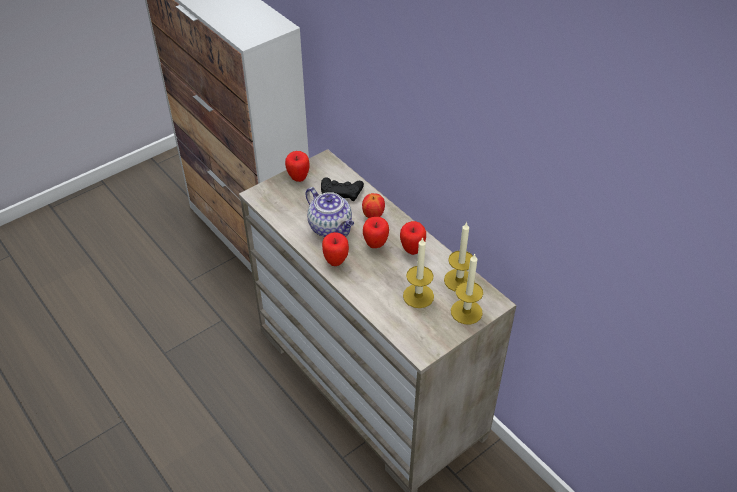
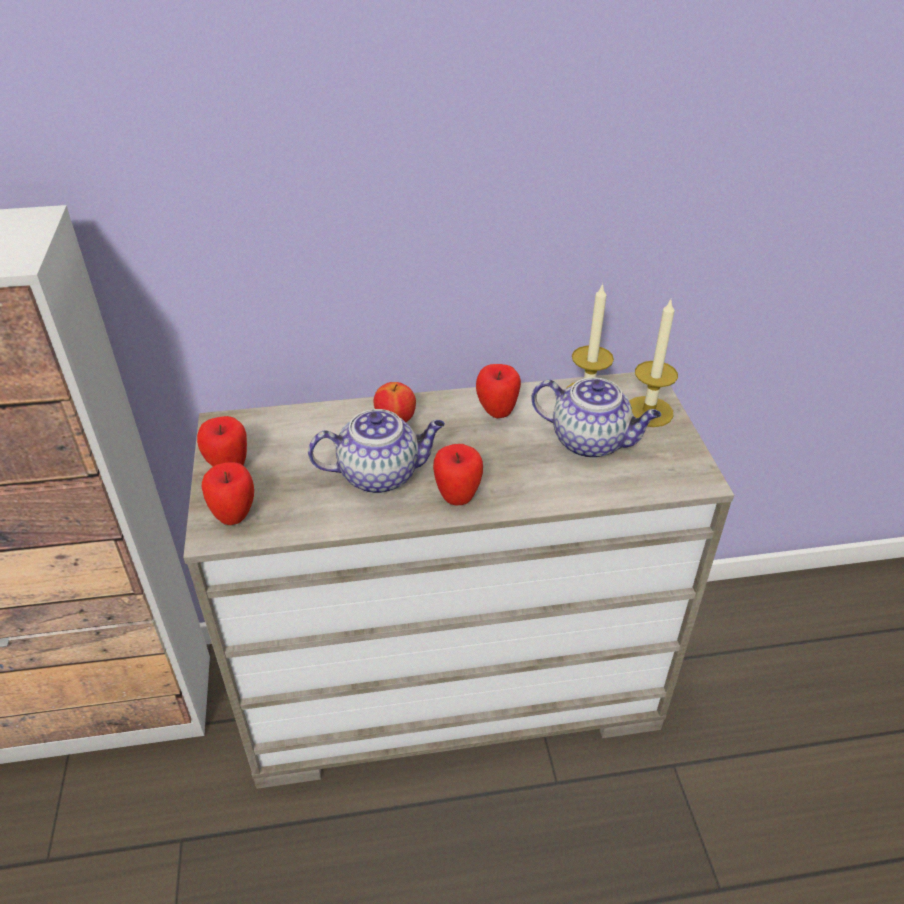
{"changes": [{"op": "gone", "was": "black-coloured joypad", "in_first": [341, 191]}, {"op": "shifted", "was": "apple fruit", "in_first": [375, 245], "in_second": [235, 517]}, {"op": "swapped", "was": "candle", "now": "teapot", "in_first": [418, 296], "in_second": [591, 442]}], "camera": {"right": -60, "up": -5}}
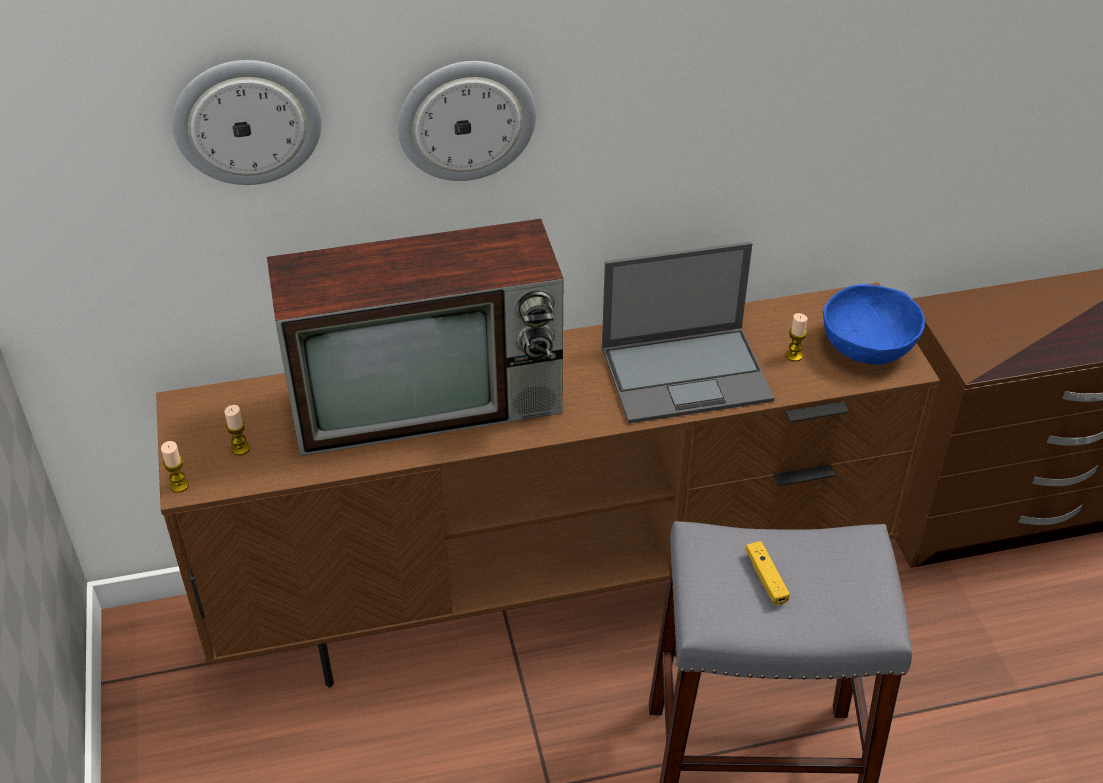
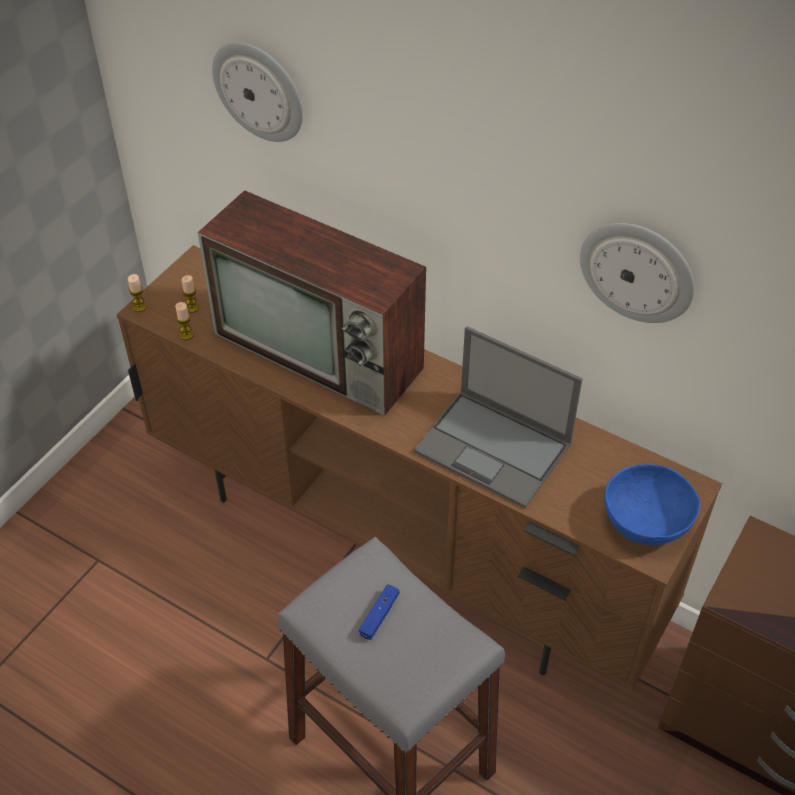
{"changes": [{"op": "shifted", "was": "wall clock", "in_first": [466, 119], "in_second": [637, 271]}, {"op": "shifted", "was": "candle", "in_first": [794, 355], "in_second": [186, 335]}, {"op": "repainted", "was": "yellow joypad", "now": "blue joypad", "in_first": [766, 578], "in_second": [379, 615]}], "camera": {"right": 45, "up": 5}}
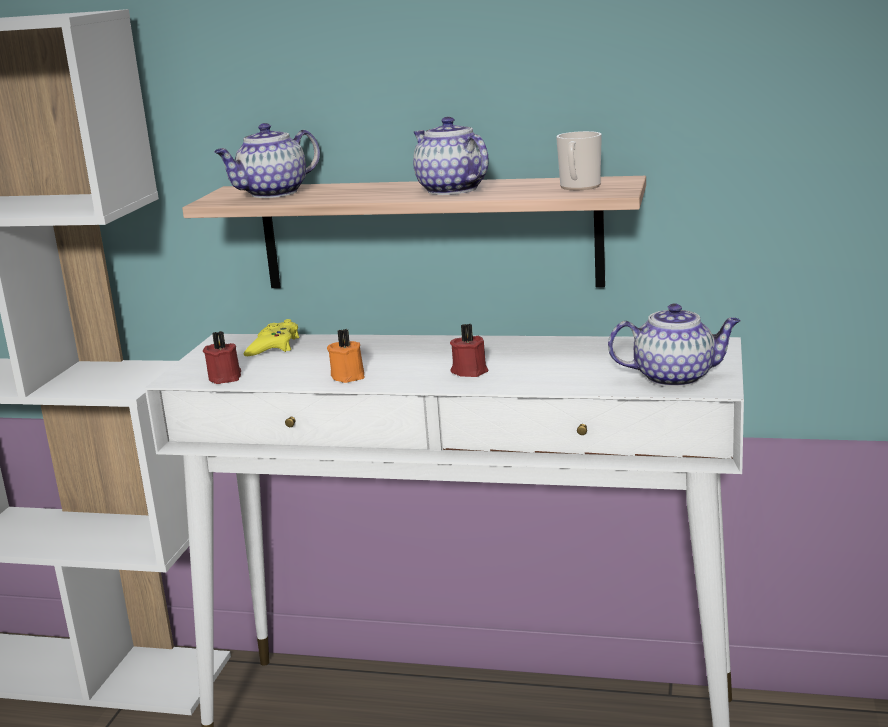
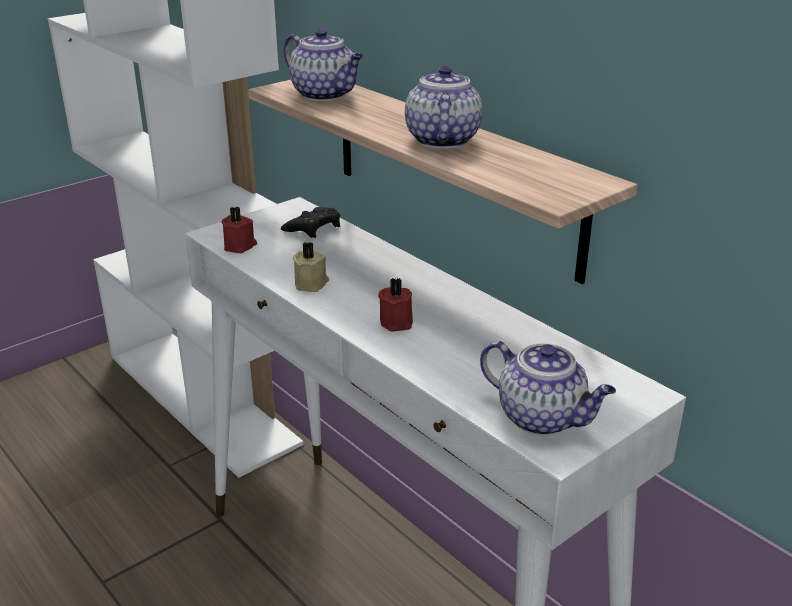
{"changes": [{"op": "gone", "was": "tea mug", "in_first": [578, 187]}, {"op": "repainted", "was": "yellow joypad", "now": "black-coloured joypad", "in_first": [273, 346], "in_second": [313, 228]}, {"op": "repainted", "was": "orange candle", "now": "sand-coloured candle", "in_first": [349, 375], "in_second": [312, 284]}, {"op": "rotated", "was": "teapot", "in_first": [272, 193], "in_second": [325, 94], "clockwise": -135}], "camera": {"right": 35, "up": 10}}
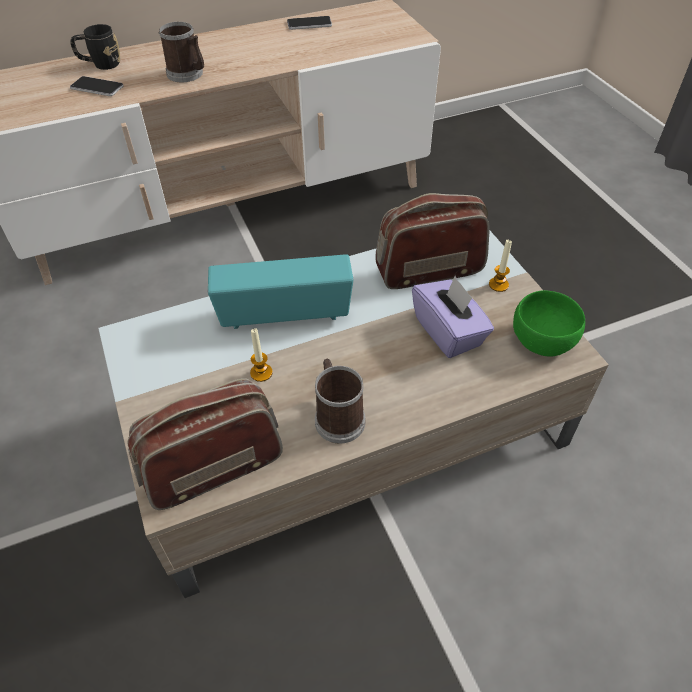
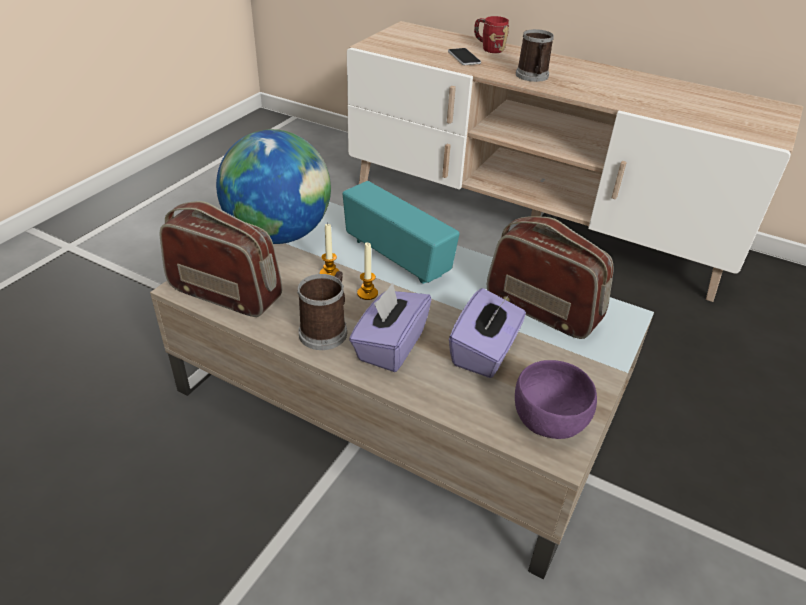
{"changes": [{"op": "gone", "was": "telephone", "in_first": [309, 24]}, {"op": "new", "now": "desk globe", "in_second": [279, 234]}, {"op": "new", "now": "purple box of tissues", "in_second": [390, 346]}, {"op": "shifted", "was": "candle", "in_first": [498, 285], "in_second": [367, 293]}, {"op": "repainted", "was": "black-coloured tea mug", "now": "red tea mug", "in_first": [101, 65], "in_second": [488, 48]}, {"op": "repainted", "was": "greenish serving bowl", "now": "purple serving bowl", "in_first": [543, 341], "in_second": [549, 420]}], "camera": {"right": 50, "up": -10}}
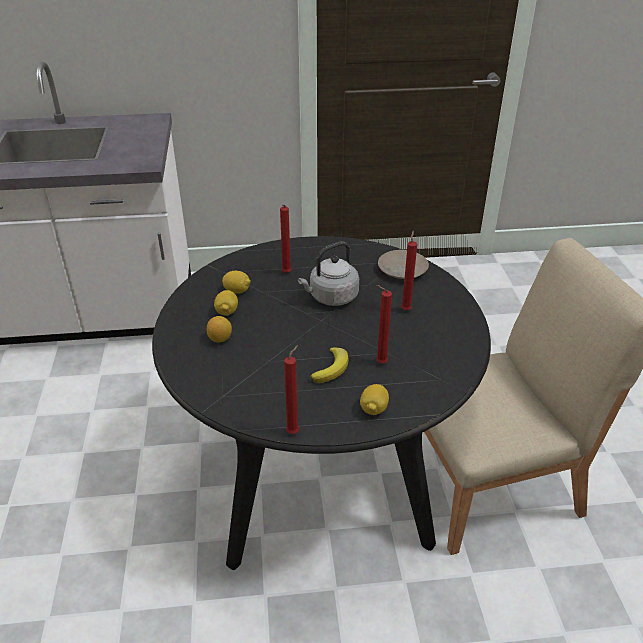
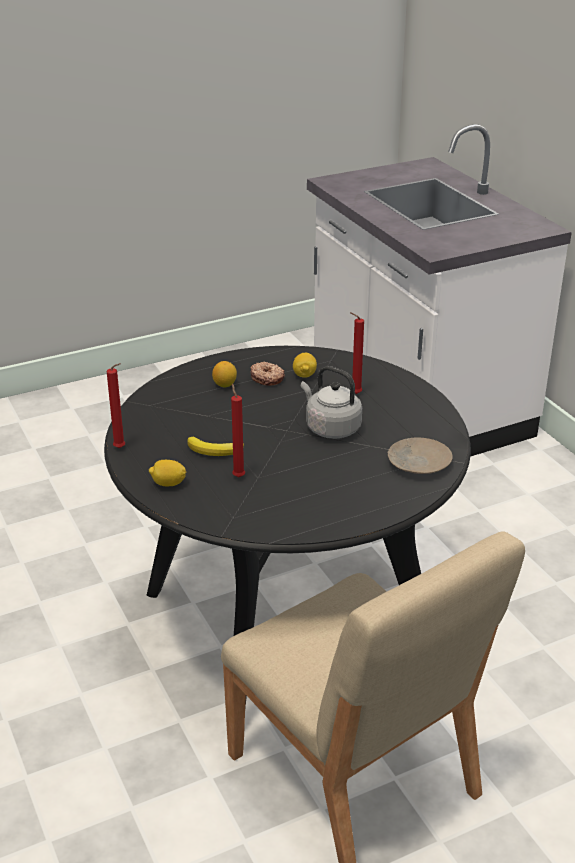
{"changes": [{"op": "gone", "was": "red candle", "in_first": [406, 309]}, {"op": "swapped", "was": "citrus fruit", "now": "ring doughnut", "in_first": [227, 312], "in_second": [267, 378]}], "camera": {"right": 70, "up": -5}}
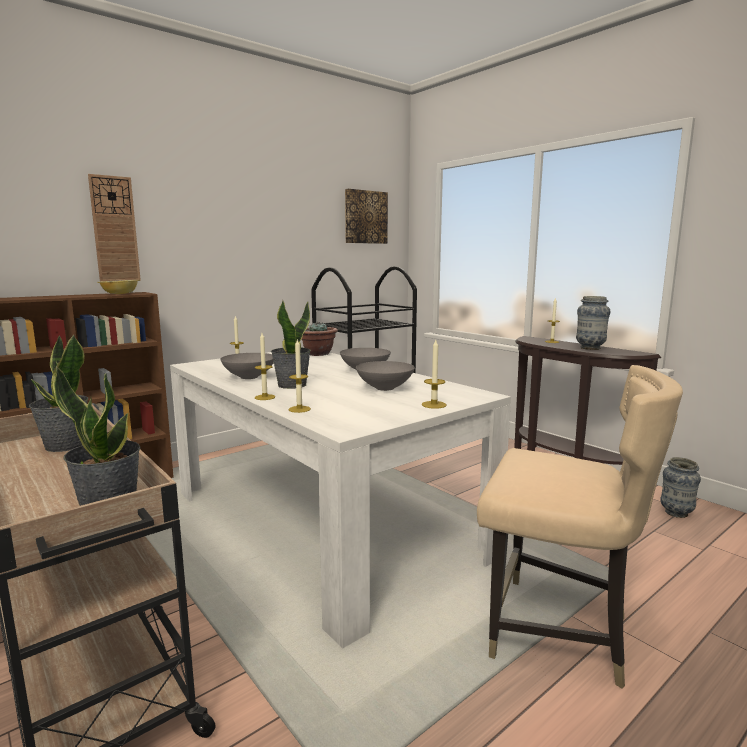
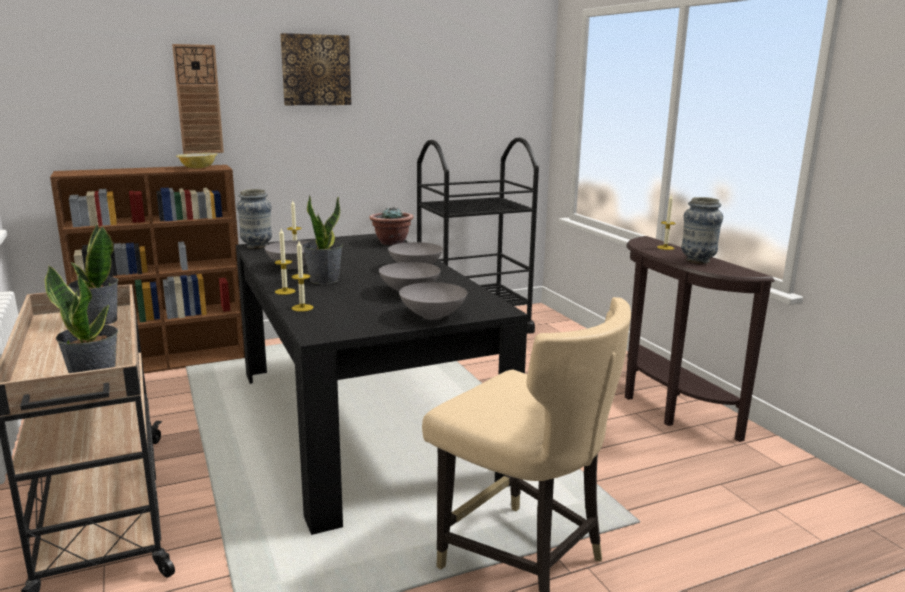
{"changes": [{"op": "shifted", "was": "wall picture", "in_first": [365, 217], "in_second": [316, 70]}, {"op": "shifted", "was": "decorative vase", "in_first": [676, 513], "in_second": [256, 246]}, {"op": "swapped", "was": "candle", "now": "grey serving bowl", "in_first": [434, 405], "in_second": [434, 316]}, {"op": "repainted", "was": "white-coloured dinner table", "now": "black-coloured dinner table", "in_first": [322, 523], "in_second": [363, 422]}], "camera": {"right": 15, "up": 5}}
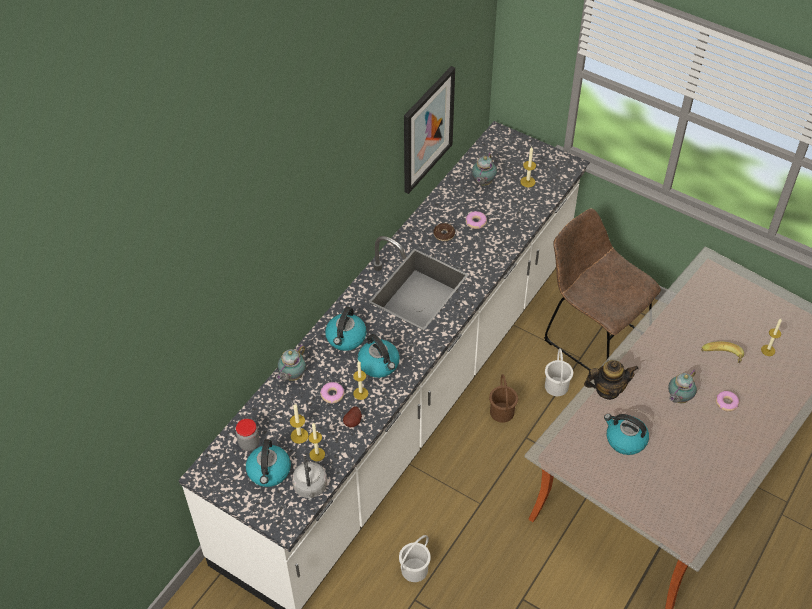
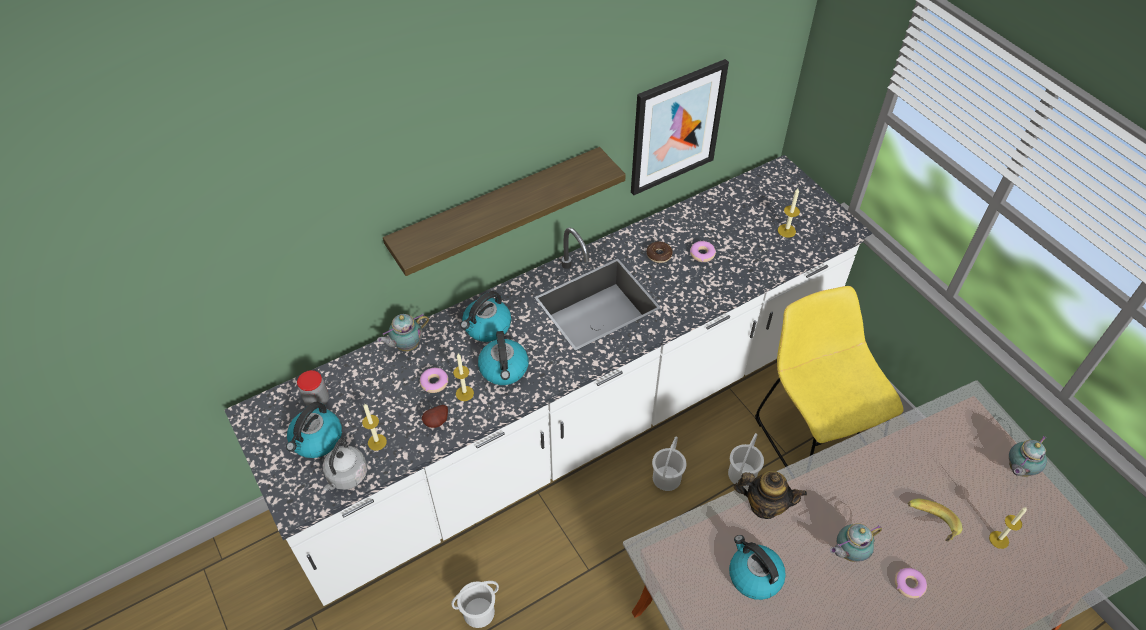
{"changes": [{"op": "gone", "was": "candle", "in_first": [299, 435]}, {"op": "new", "now": "shelf", "in_second": [497, 210]}, {"op": "shifted", "was": "teapot", "in_first": [483, 183], "in_second": [1018, 469]}, {"op": "repainted", "was": "brown pail", "now": "white-coloured pail", "in_first": [502, 412], "in_second": [667, 478]}, {"op": "repainted", "was": "brown upright chair", "now": "yellow upright chair", "in_first": [592, 336], "in_second": [811, 434]}], "camera": {"right": 25, "up": 0}}
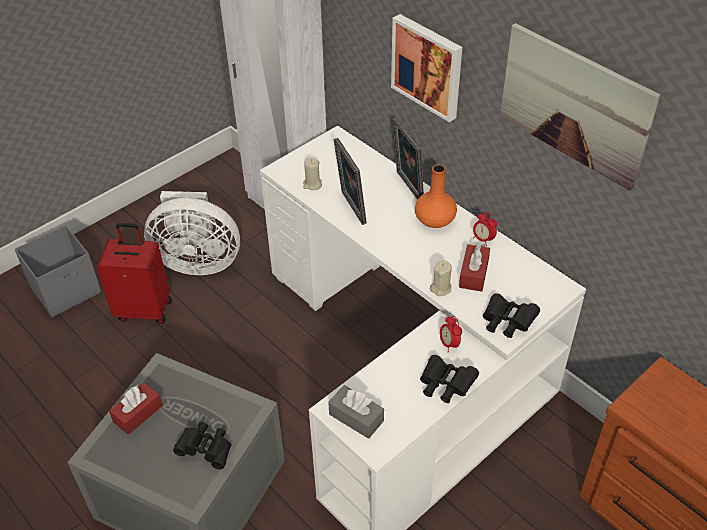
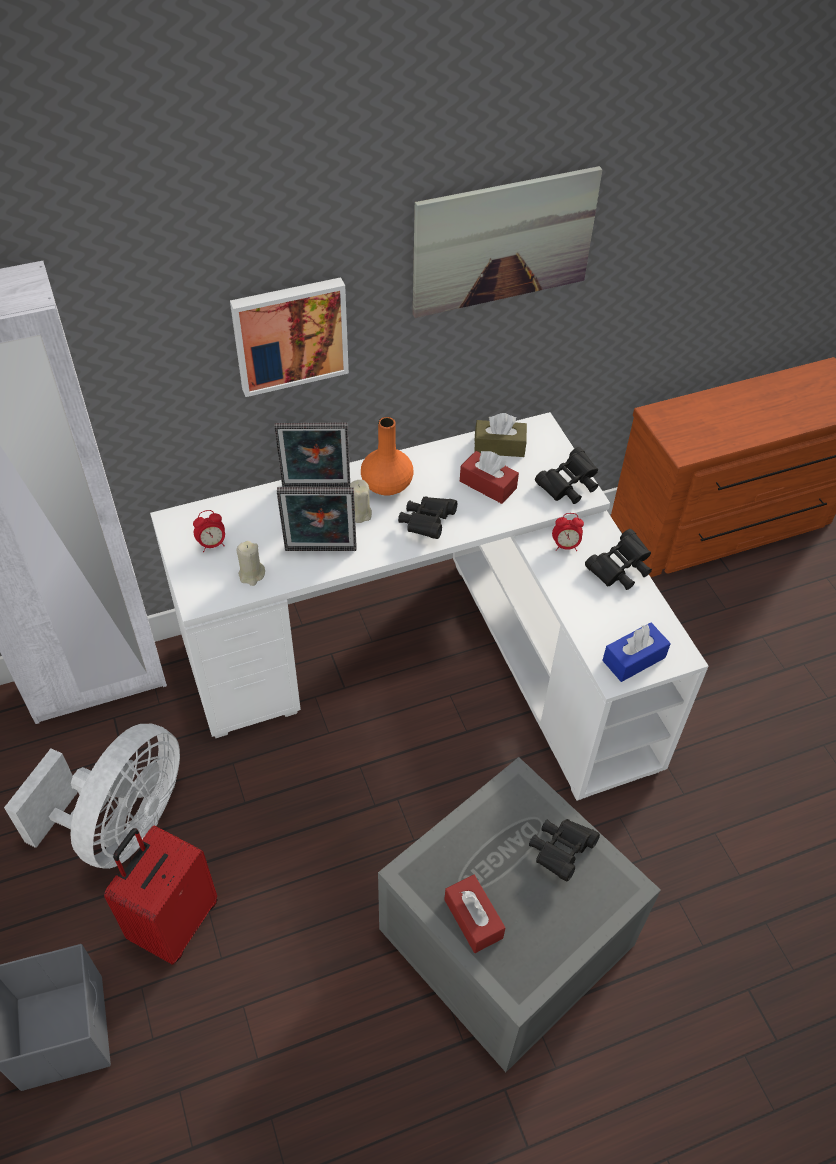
{"changes": [{"op": "new", "now": "black-coloured binoculars", "in_second": [427, 523]}, {"op": "new", "now": "brown box of tissues", "in_second": [499, 446]}, {"op": "shifted", "was": "sand-coloured candle", "in_first": [441, 288], "in_second": [359, 513]}, {"op": "shifted", "was": "bedside clock", "in_first": [483, 239], "in_second": [212, 544]}, {"op": "repainted", "was": "grey box of tissues", "now": "blue box of tissues", "in_first": [356, 417], "in_second": [634, 659]}], "camera": {"right": -70, "up": 5}}
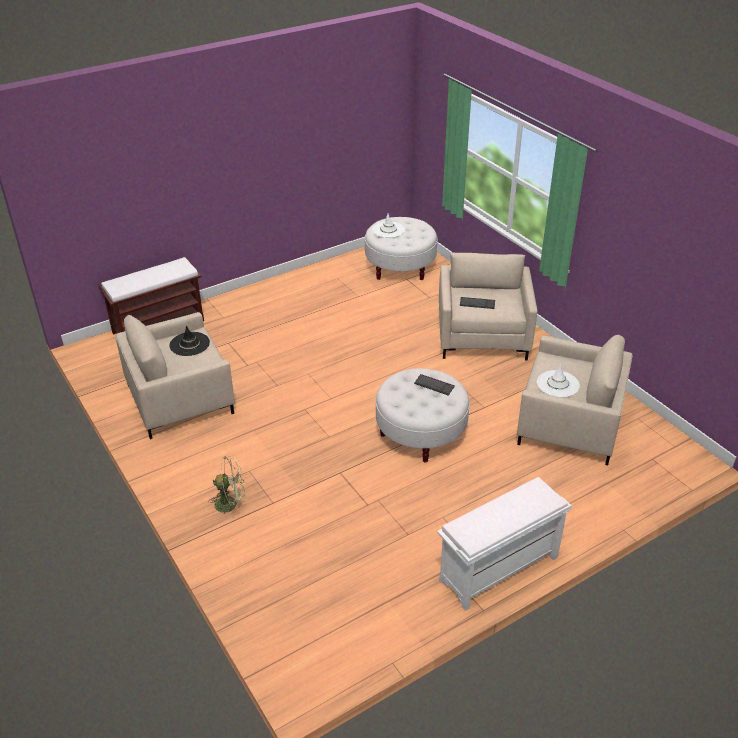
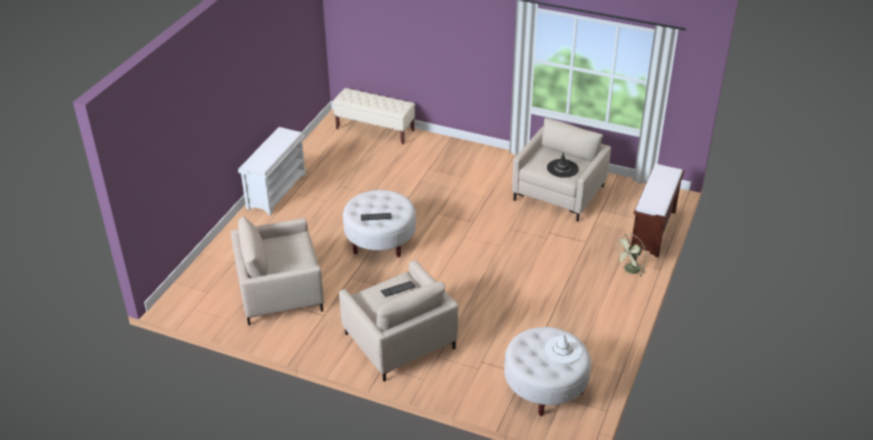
{"changes": [{"op": "gone", "was": "white-coloured hat", "in_first": [557, 384]}, {"op": "new", "now": "sand-coloured indoor bench", "in_second": [375, 130]}, {"op": "shifted", "was": "greenish electric fan", "in_first": [231, 503], "in_second": [630, 271]}], "camera": {"right": 145, "up": 0}}
